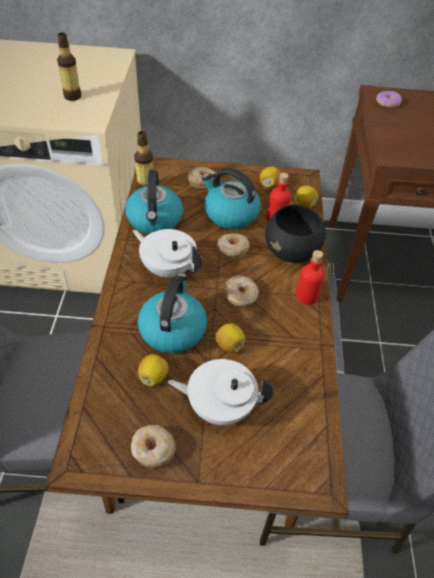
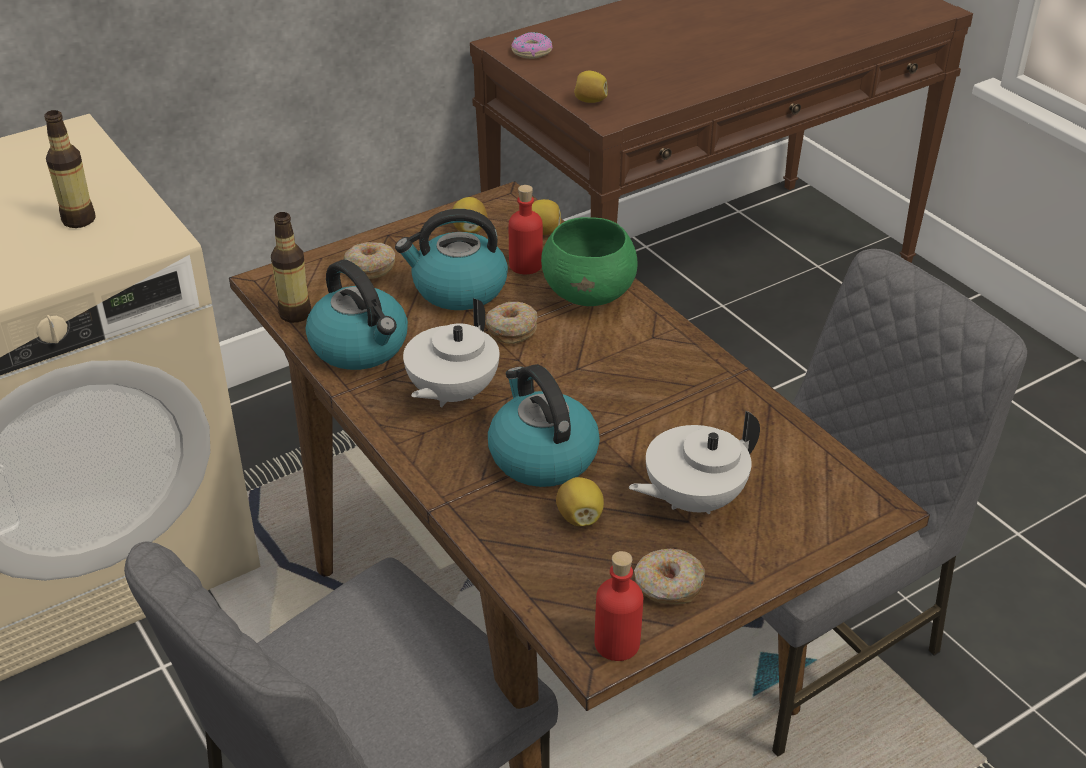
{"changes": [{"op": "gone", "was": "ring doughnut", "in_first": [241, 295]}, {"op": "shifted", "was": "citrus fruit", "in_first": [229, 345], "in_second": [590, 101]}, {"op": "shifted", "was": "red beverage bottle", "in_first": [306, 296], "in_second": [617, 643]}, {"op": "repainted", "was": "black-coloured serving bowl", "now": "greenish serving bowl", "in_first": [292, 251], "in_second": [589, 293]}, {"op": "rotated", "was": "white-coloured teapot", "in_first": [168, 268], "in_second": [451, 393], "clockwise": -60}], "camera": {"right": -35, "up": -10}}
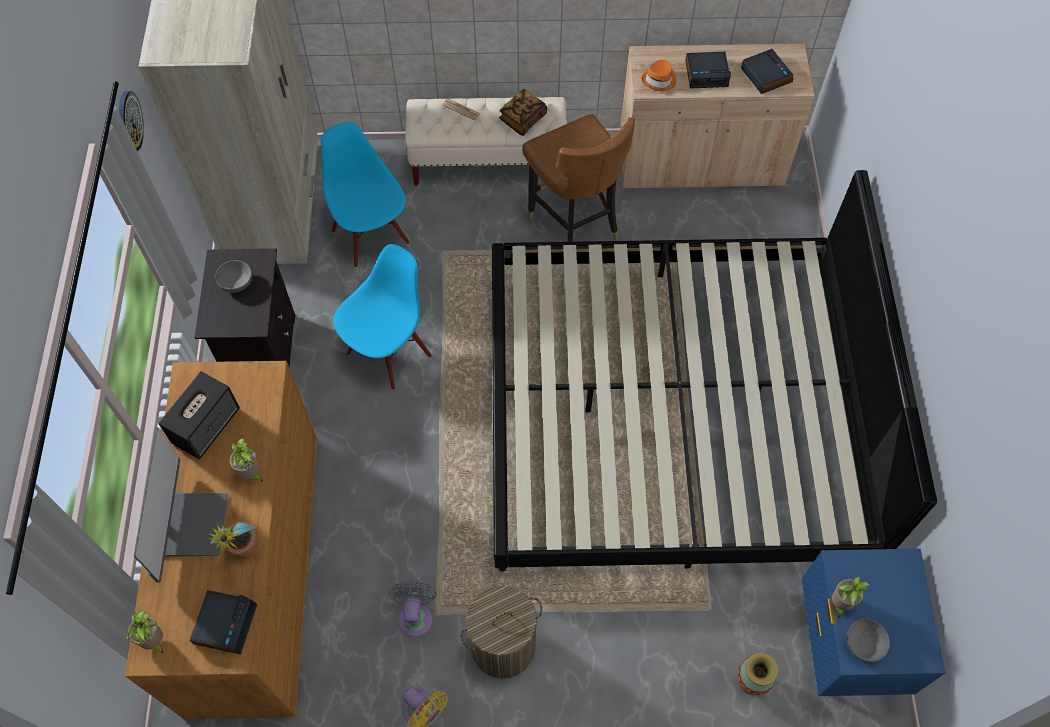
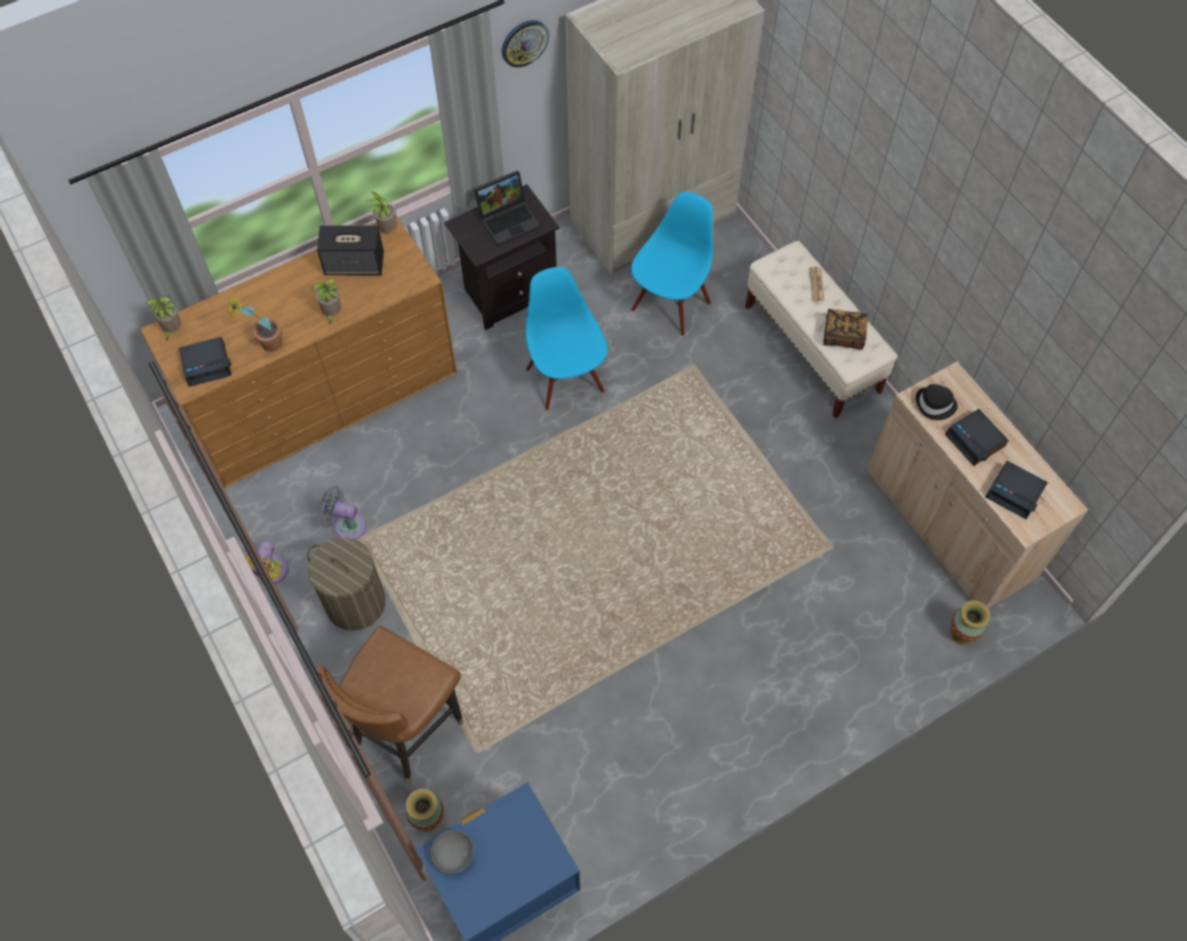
{"changes": [{"op": "gone", "was": "computer display", "in_first": [189, 524]}, {"op": "gone", "was": "bedroom bed", "in_first": [672, 413]}, {"op": "new", "now": "decorative vase", "in_second": [962, 633]}, {"op": "shifted", "was": "brown upright chair", "in_first": [574, 224], "in_second": [406, 730]}, {"op": "shifted", "was": "houseplant", "in_first": [840, 604], "in_second": [387, 230]}, {"op": "swapped", "was": "grey serving bowl", "now": "portable computer", "in_first": [236, 283], "in_second": [509, 219]}, {"op": "repainted", "was": "orange hat", "now": "black-coloured hat", "in_first": [659, 80], "in_second": [935, 405]}, {"op": "rotated", "was": "blue upright chair", "in_first": [389, 353], "in_second": [566, 380], "clockwise": -120}, {"op": "rotated", "was": "grey electric fan", "in_first": [415, 616], "in_second": [346, 526], "clockwise": -135}, {"op": "rotated", "was": "bedside clock", "in_first": [765, 75], "in_second": [1015, 492], "clockwise": 90}], "camera": {"right": 60, "up": 0}}
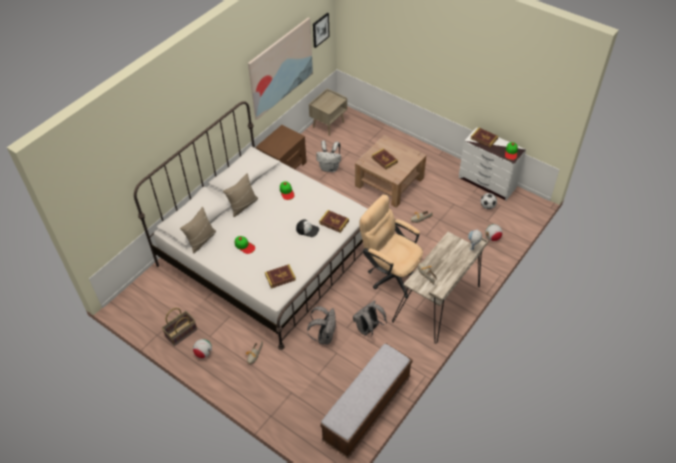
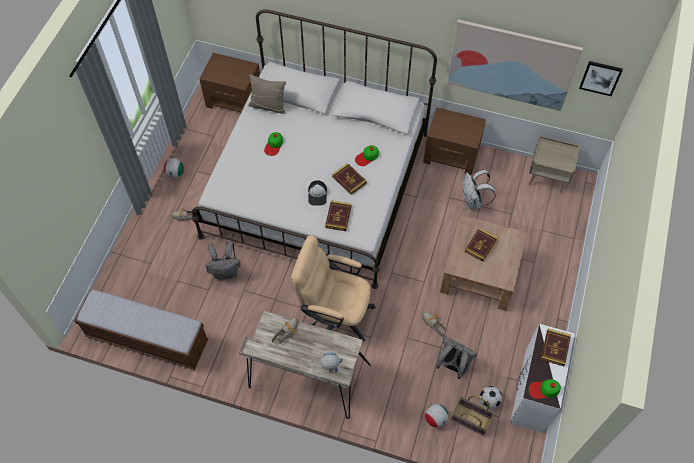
{"changes": [{"op": "gone", "was": "sand-coloured cushion", "in_first": [243, 205]}, {"op": "new", "now": "brown night table", "in_second": [234, 99]}, {"op": "shifted", "was": "household basket", "in_first": [181, 333], "in_second": [470, 420]}, {"op": "shifted", "was": "book", "in_first": [280, 277], "in_second": [349, 180]}, {"op": "shifted", "was": "grey rucksack", "in_first": [368, 329], "in_second": [453, 366]}, {"op": "rotated", "was": "sand-coloured desk chair", "in_first": [390, 273], "in_second": [334, 313], "clockwise": -90}], "camera": {"right": 70, "up": 10}}
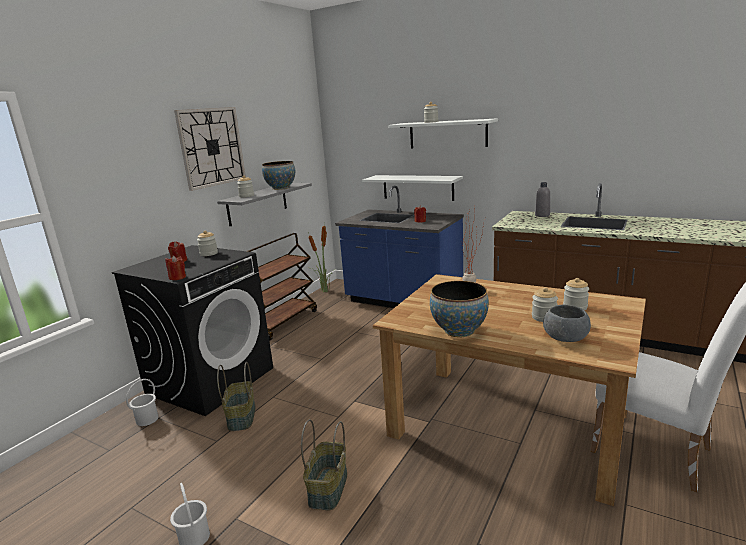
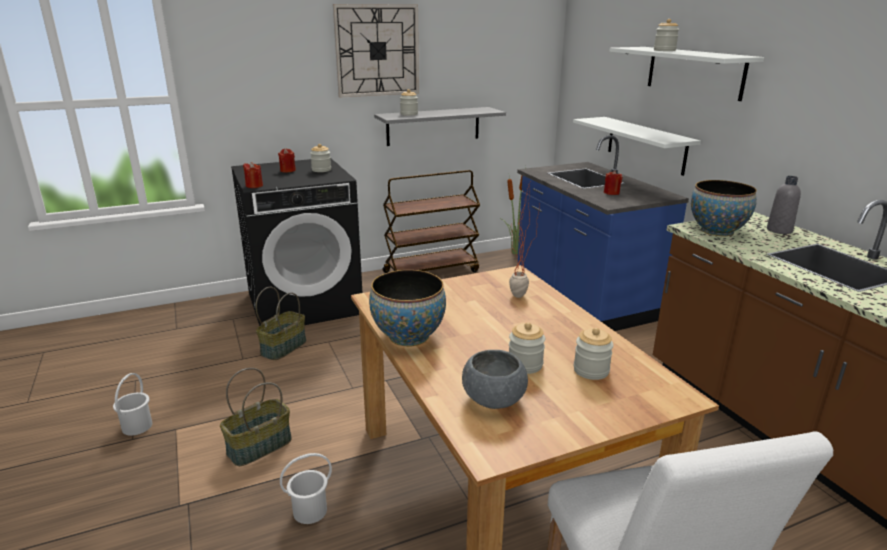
{"changes": [{"op": "shifted", "was": "white-coloured pail", "in_first": [147, 419], "in_second": [310, 511]}, {"op": "shifted", "was": "serving bowl", "in_first": [281, 188], "in_second": [717, 231]}], "camera": {"right": 35, "up": 5}}
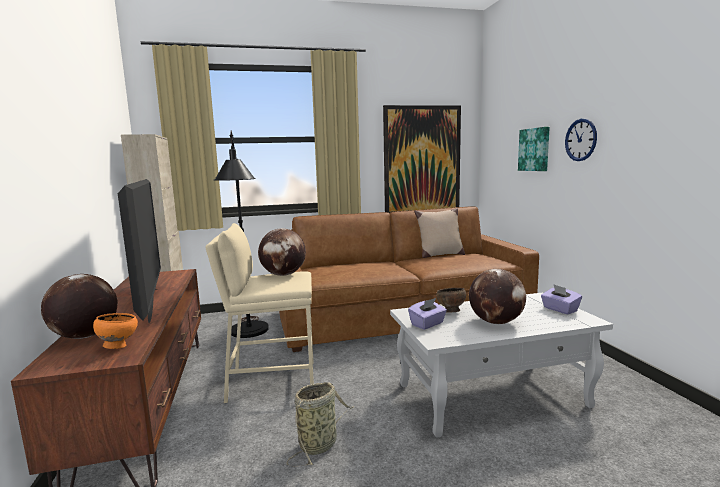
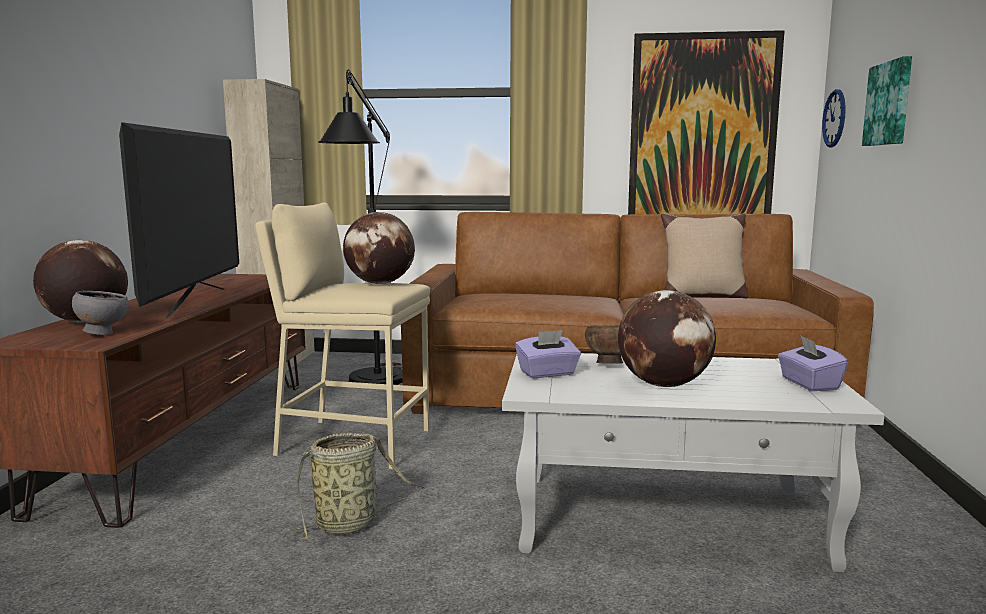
{"changes": [{"op": "shifted", "was": "wall clock", "in_first": [580, 140], "in_second": [834, 118]}, {"op": "repainted", "was": "orange serving bowl", "now": "grey serving bowl", "in_first": [118, 346], "in_second": [103, 334]}], "camera": {"right": 20, "up": 0}}
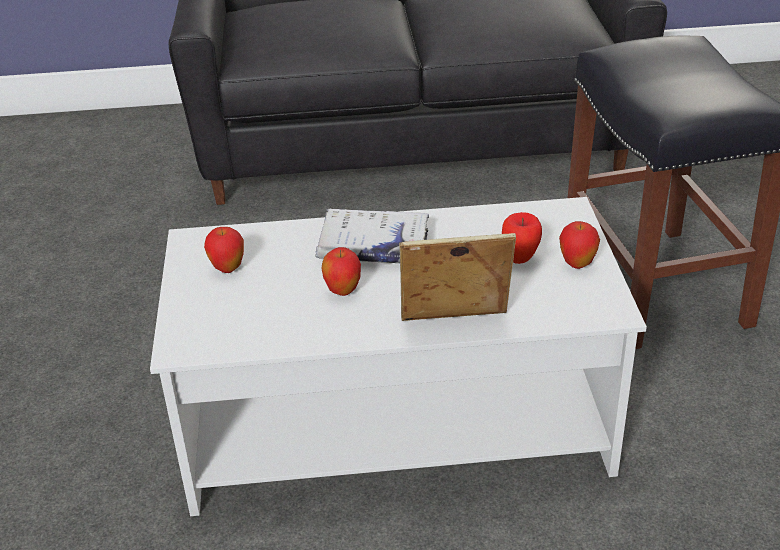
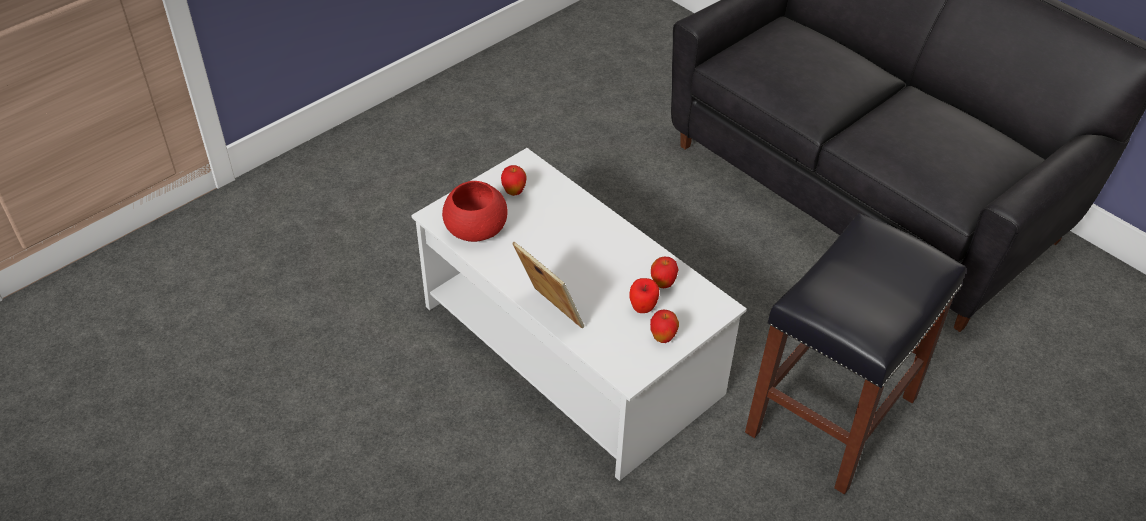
{"changes": [{"op": "gone", "was": "white-coloured book", "in_first": [373, 248]}, {"op": "new", "now": "red serving bowl", "in_second": [474, 230]}, {"op": "shifted", "was": "apple fruit", "in_first": [343, 291], "in_second": [663, 284]}], "camera": {"right": 50, "up": 10}}
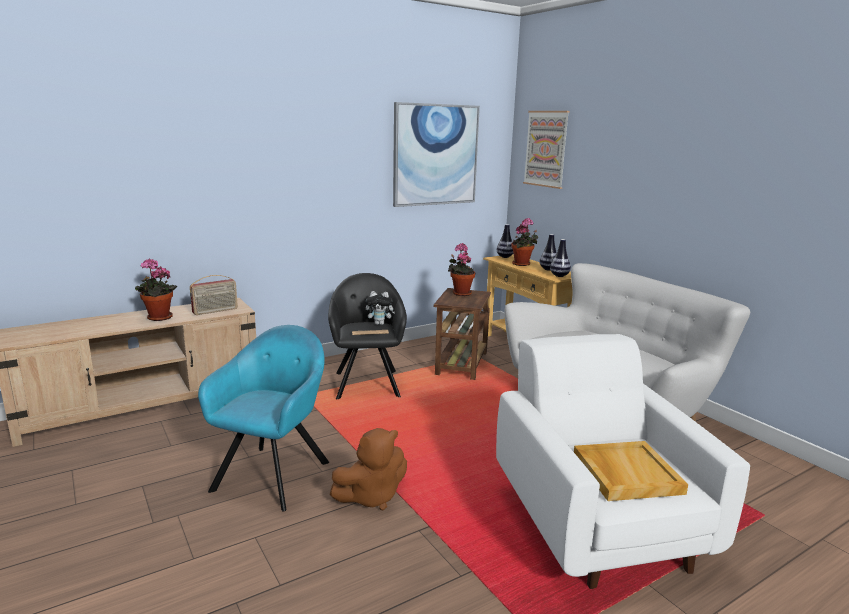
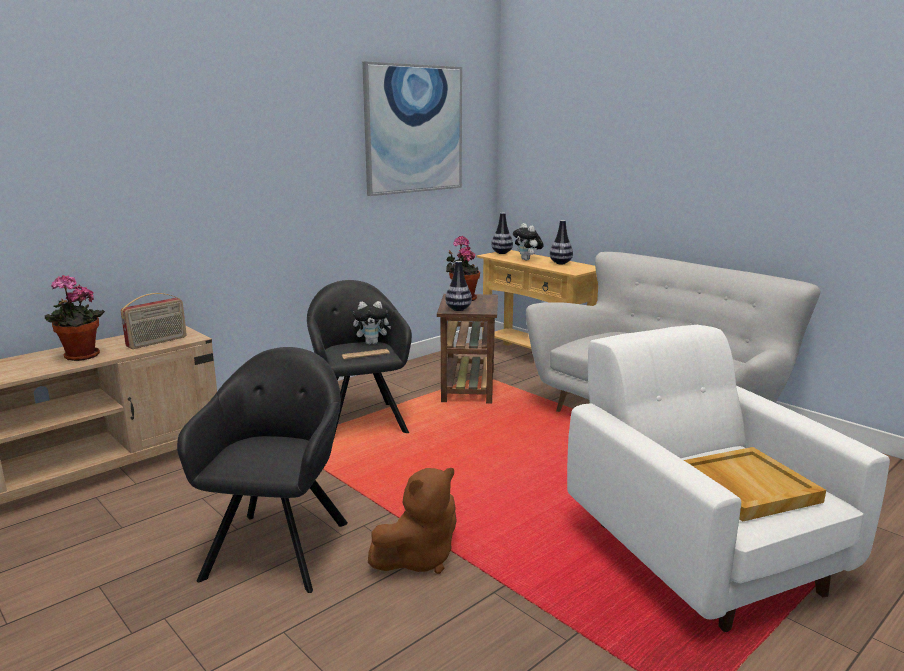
{"changes": [{"op": "gone", "was": "wall picture", "in_first": [546, 149]}, {"op": "shifted", "was": "decorative vase", "in_first": [559, 276], "in_second": [458, 309]}, {"op": "swapped", "was": "houseplant", "now": "plush toy", "in_first": [522, 264], "in_second": [527, 260]}, {"op": "repainted", "was": "blue-green easy chair", "now": "black-coloured easy chair", "in_first": [274, 473], "in_second": [280, 545]}], "camera": {"right": -10, "up": 0}}
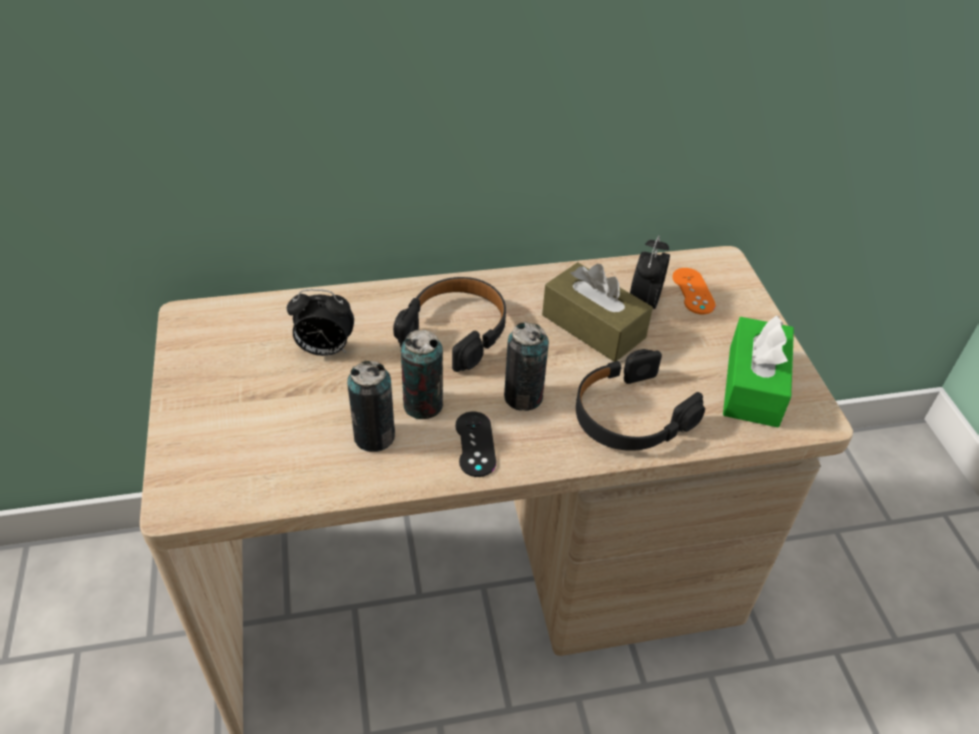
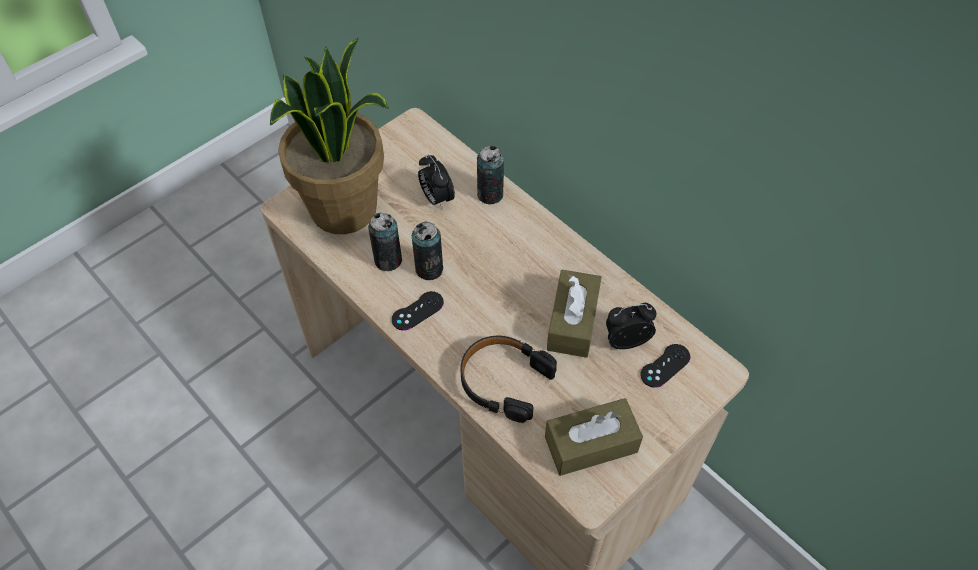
{"changes": [{"op": "gone", "was": "black-coloured headset", "in_first": [456, 330]}, {"op": "new", "now": "houseplant", "in_second": [345, 209]}, {"op": "shifted", "was": "metal can", "in_first": [523, 397], "in_second": [490, 194]}, {"op": "repainted", "was": "orange joypad", "now": "black-coloured joypad", "in_first": [693, 291], "in_second": [665, 366]}, {"op": "repainted", "was": "greenish box of tissues", "now": "brown box of tissues", "in_first": [753, 386], "in_second": [591, 444]}], "camera": {"right": 60, "up": 10}}
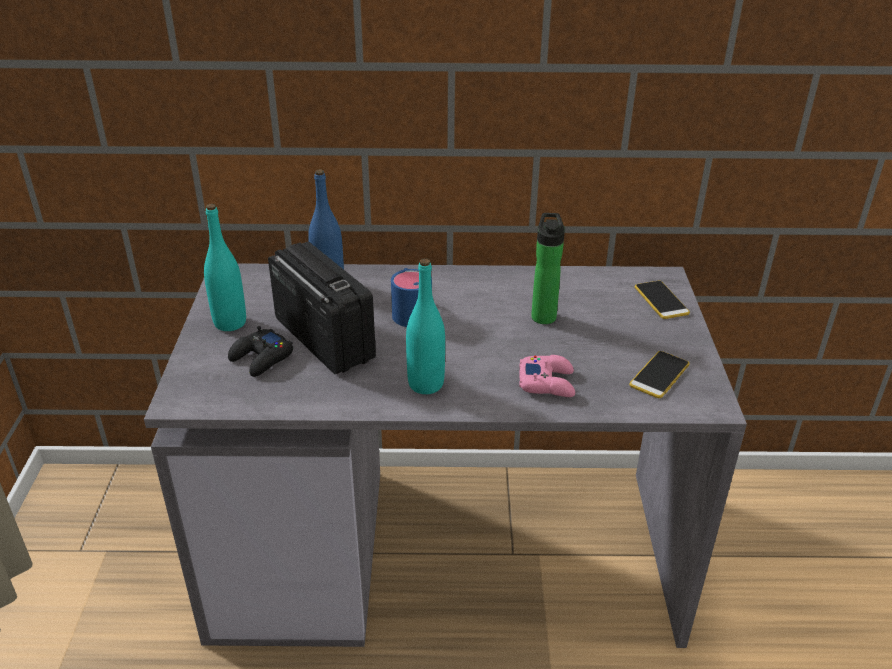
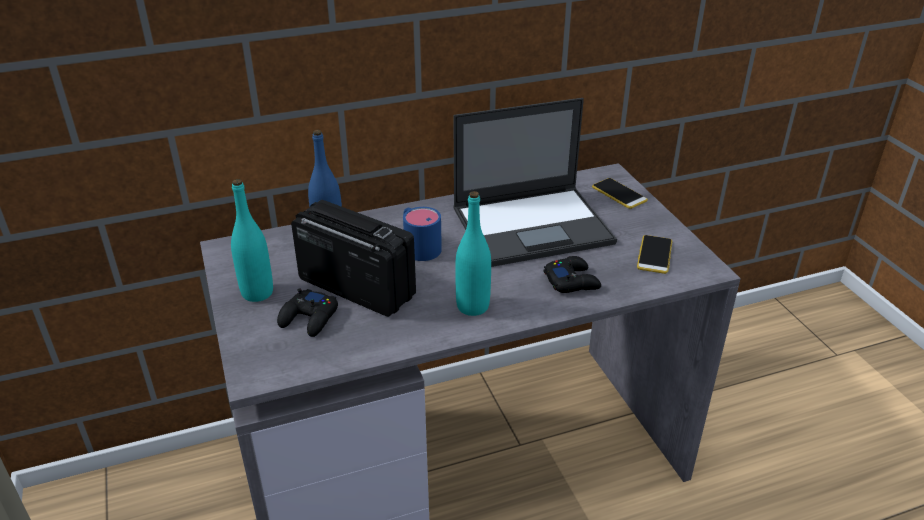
{"changes": [{"op": "swapped", "was": "beverage bottle", "now": "portable computer", "in_first": [543, 315], "in_second": [534, 225]}, {"op": "repainted", "was": "pink joypad", "now": "black-coloured joypad", "in_first": [547, 382], "in_second": [572, 281]}], "camera": {"right": -20, "up": 0}}
